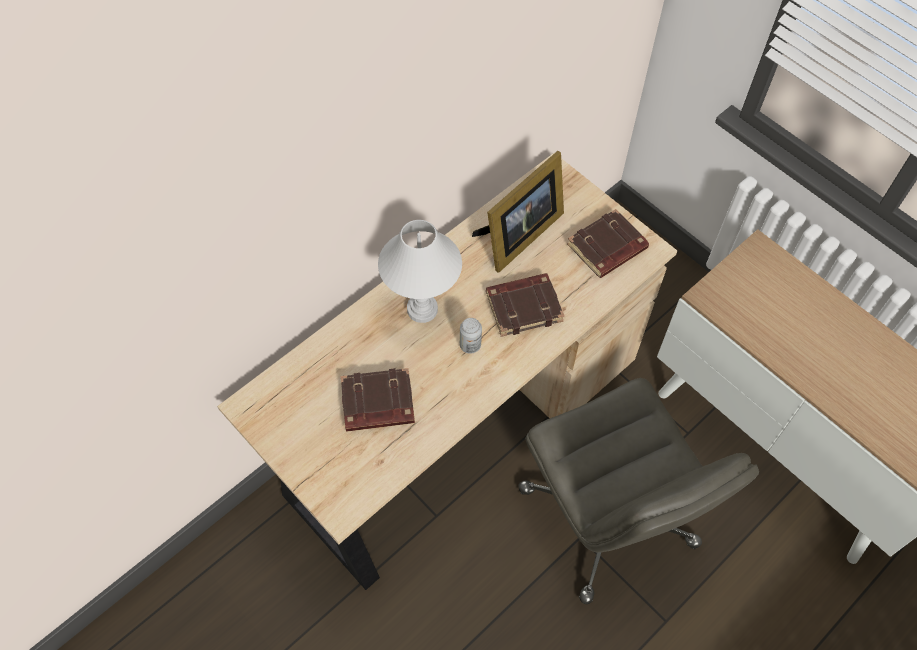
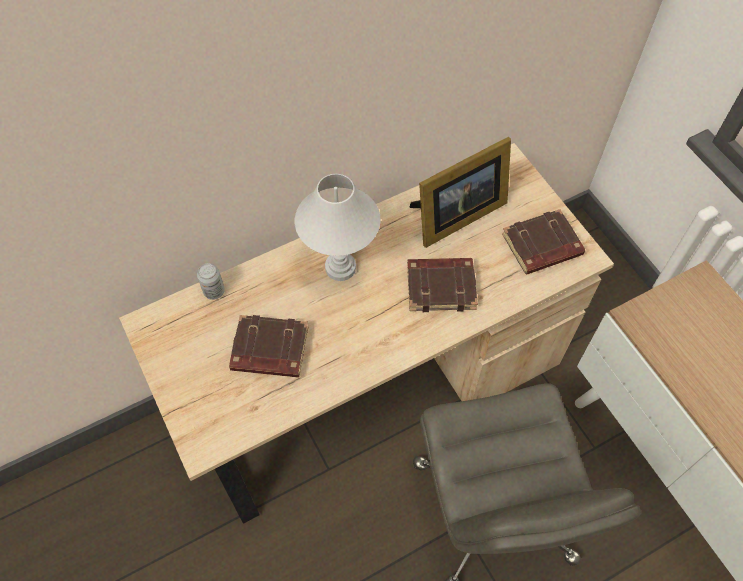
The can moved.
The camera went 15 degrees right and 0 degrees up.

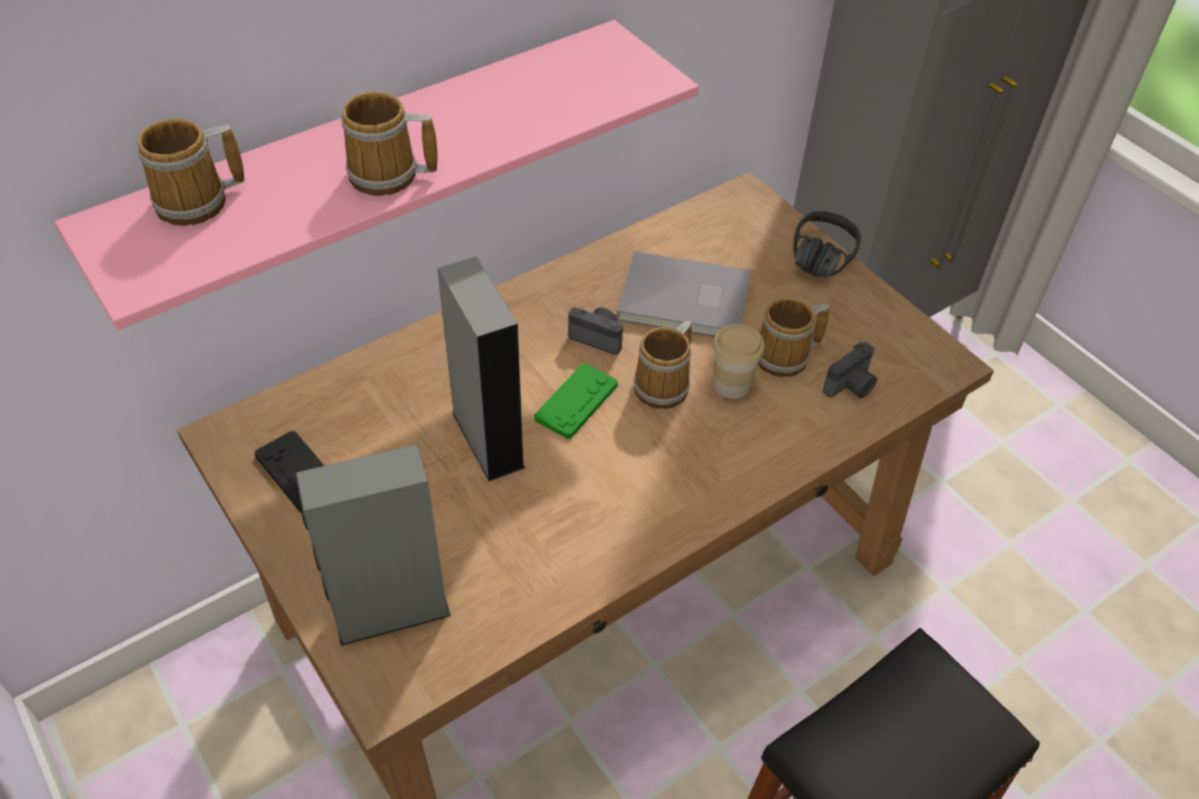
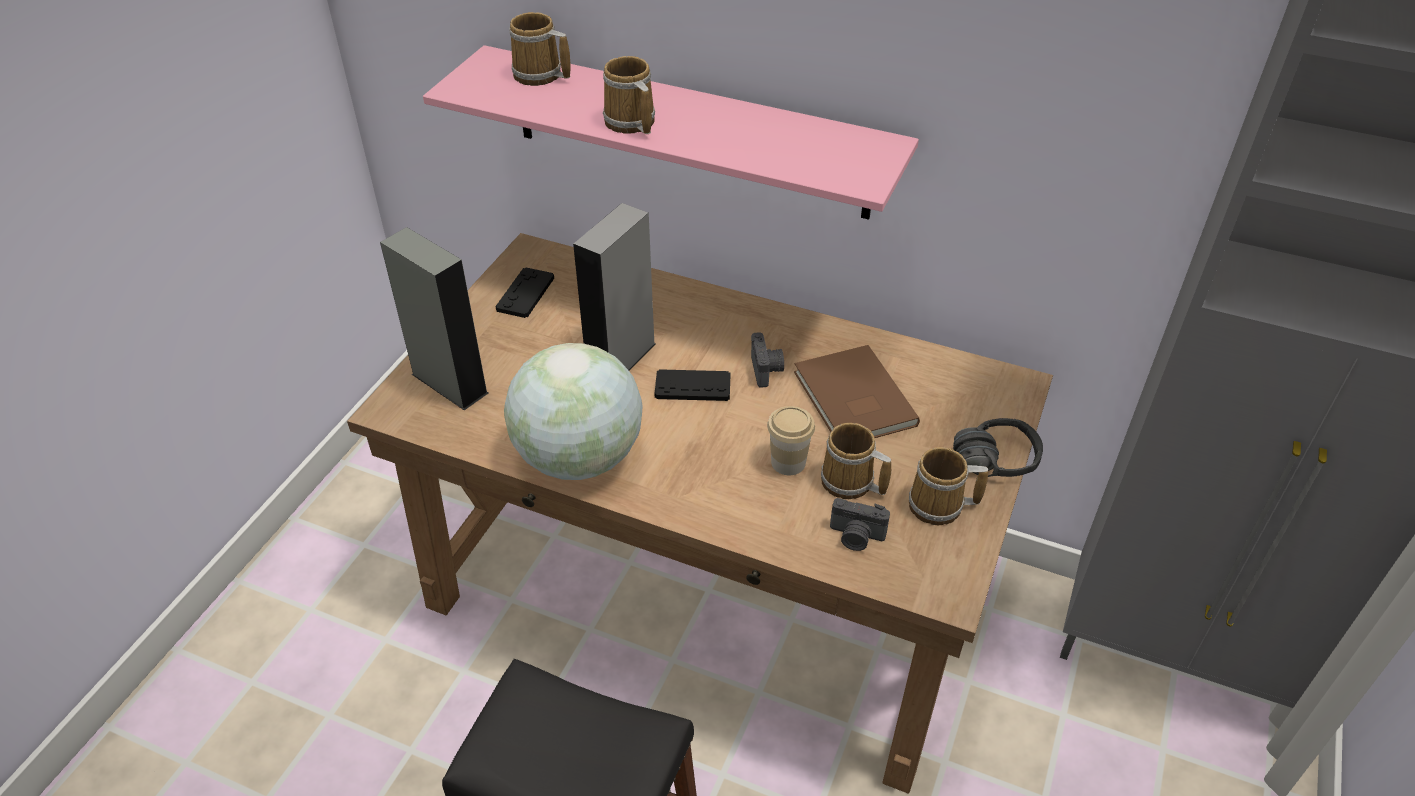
The gray bound book became the brownish bound book.
The tea mug (3rd from left in the first image) moved.
The greenish gamepad became the blackish gamepad (2nd from left).
The globe appeared.
The camera went 60 degrees right and 5 degrees down.

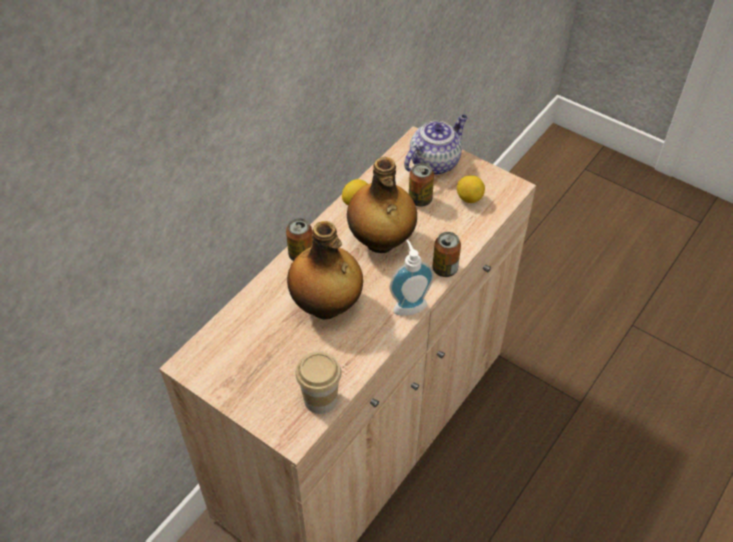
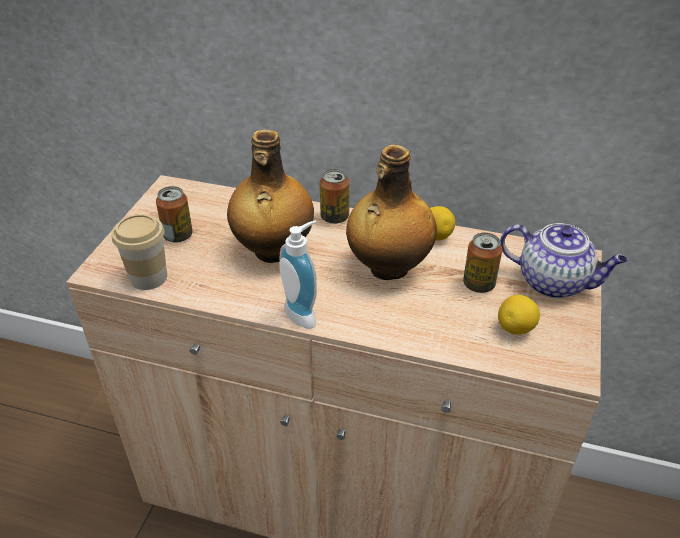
The can (3rd from left in the first image) moved.
The camera went 70 degrees right and 10 degrees down.

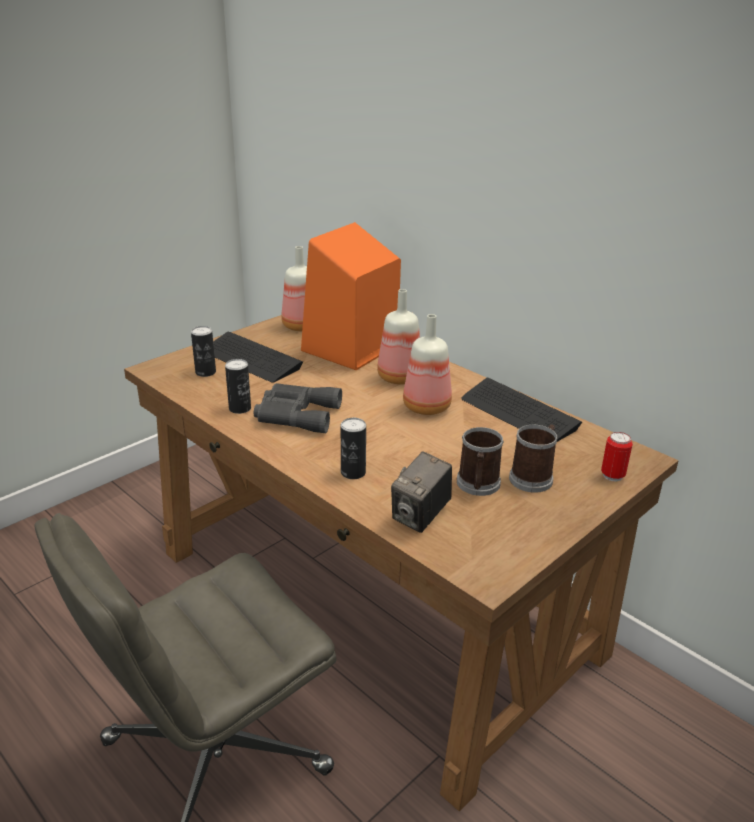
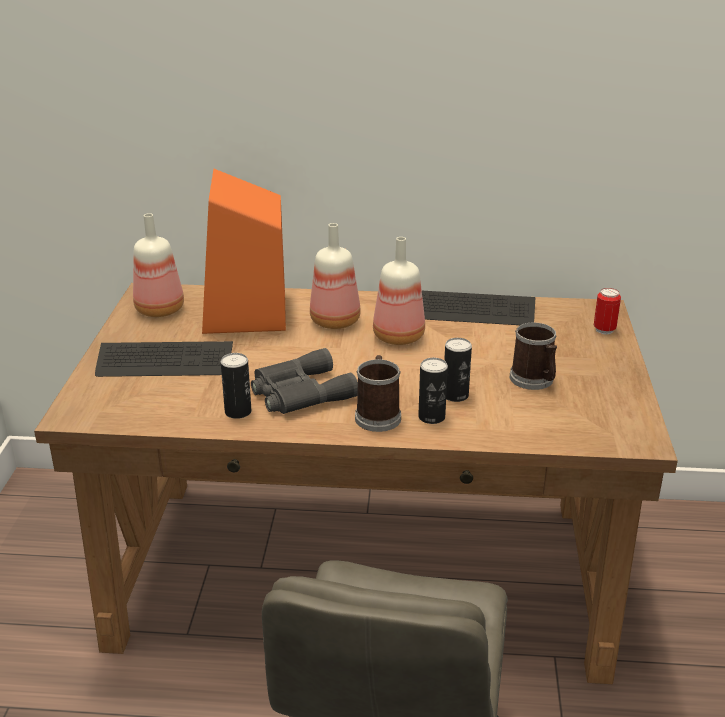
The can (1st from left in the first image) moved.
The tea mug (2nd from left in the first image) moved.
The photo camera disappeared.
The camera went 40 degrees left and 0 degrees up.

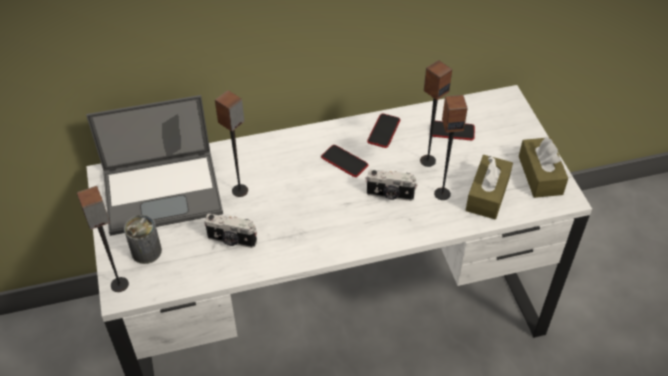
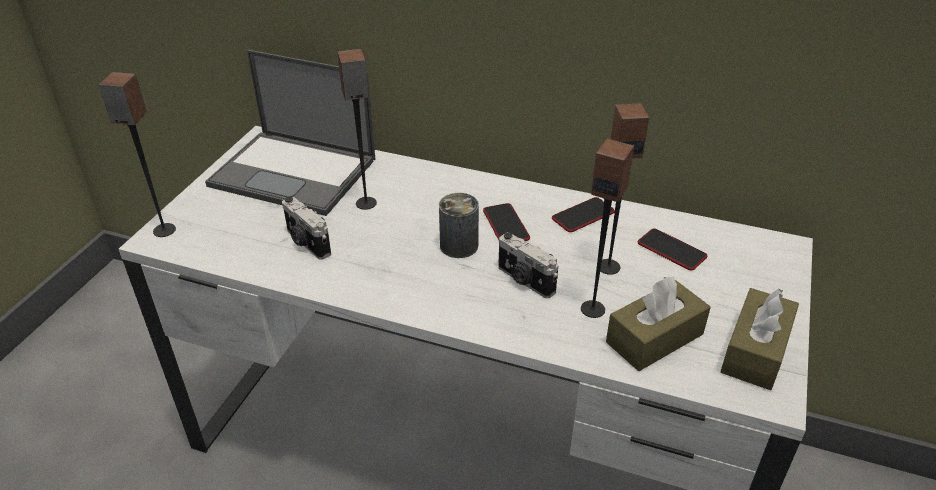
The can moved.
The camera went 35 degrees right and 10 degrees down.

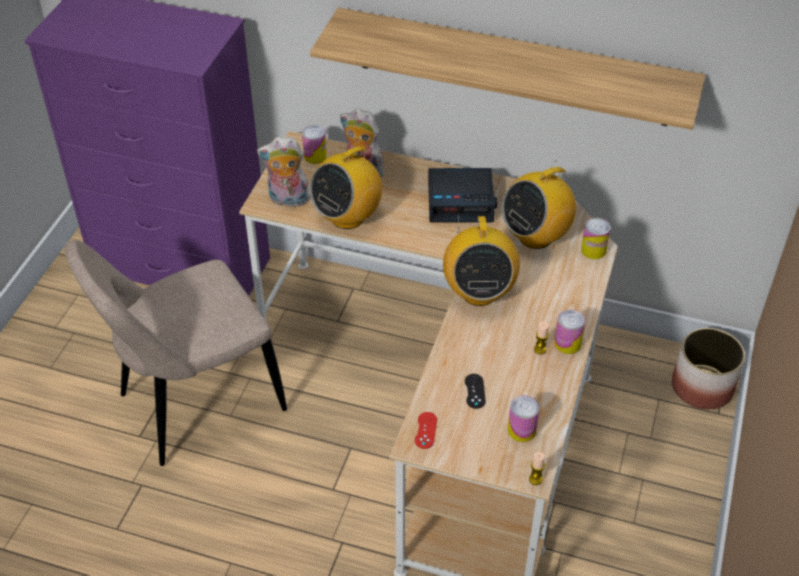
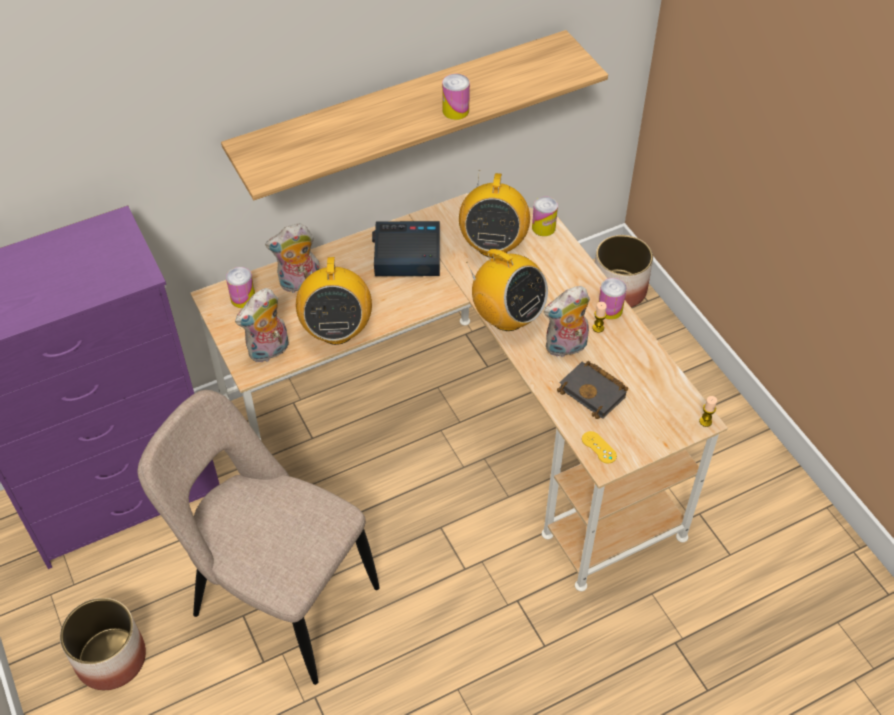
The alarm clock turned 135 degrees counterclockwise.
The beige plain chair turned 105 degrees clockwise.
The blackish gamepad was replaced by the blackish bound book.
The can (2nd from left) moved.
The red-coloured gamepad became the yellow gamepad.
The soft toy (3rd from left) appeared.
The flower pot (1st from left) appeared.
The camera went 45 degrees left and 5 degrees up.

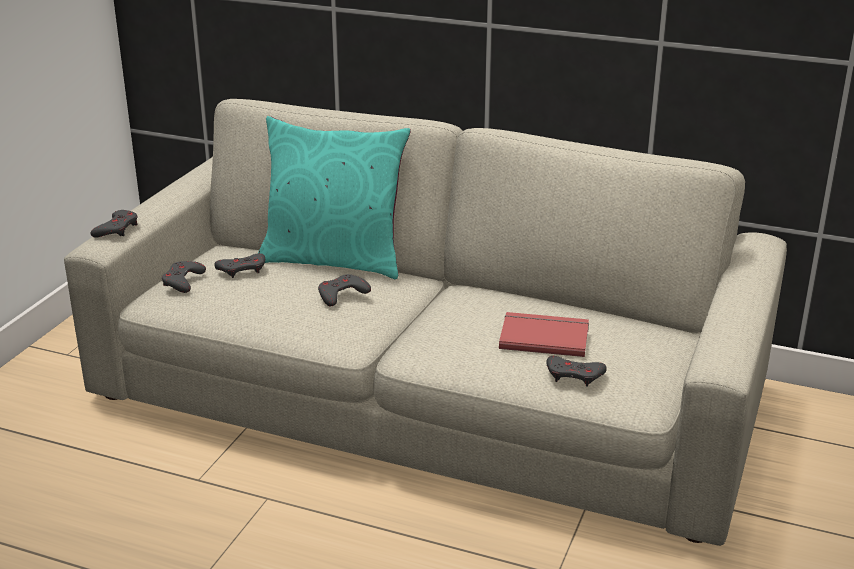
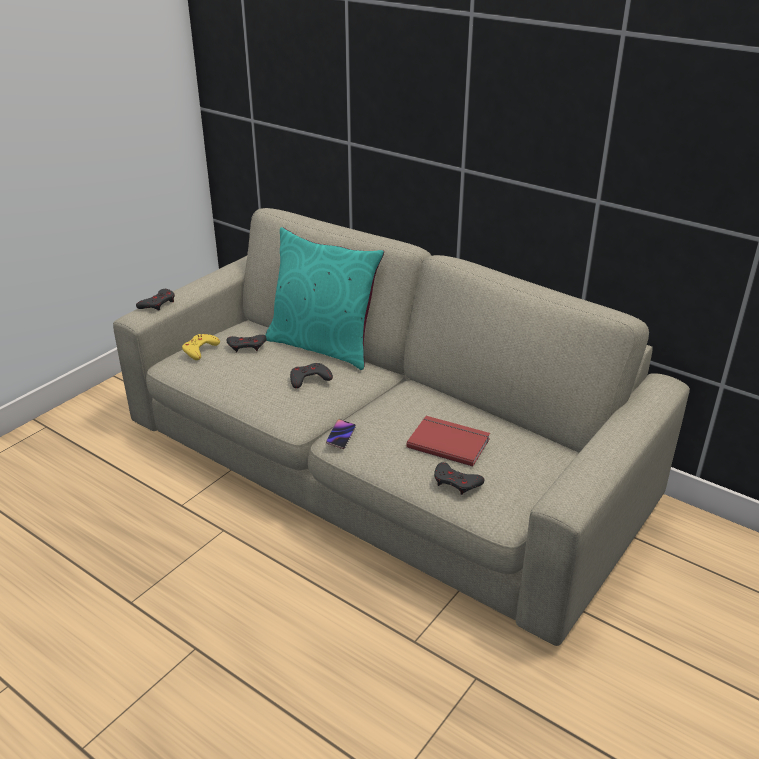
The gray gamepad (2nd from left) became the yellow gamepad.
The handset appeared.
The camera went 15 degrees right and 5 degrees up.

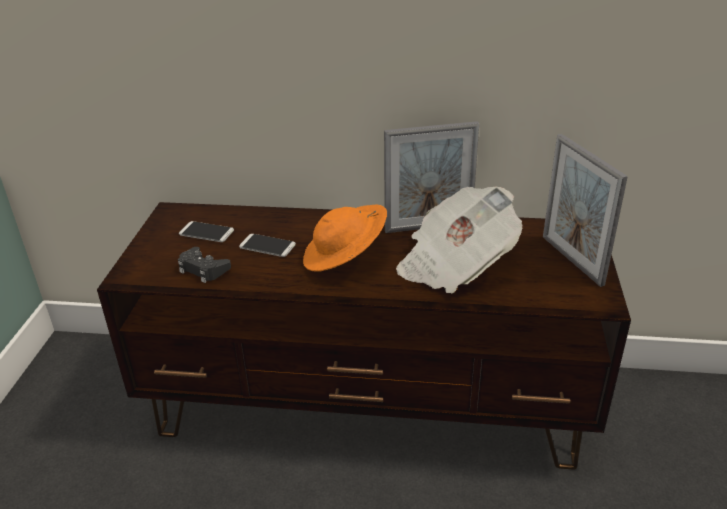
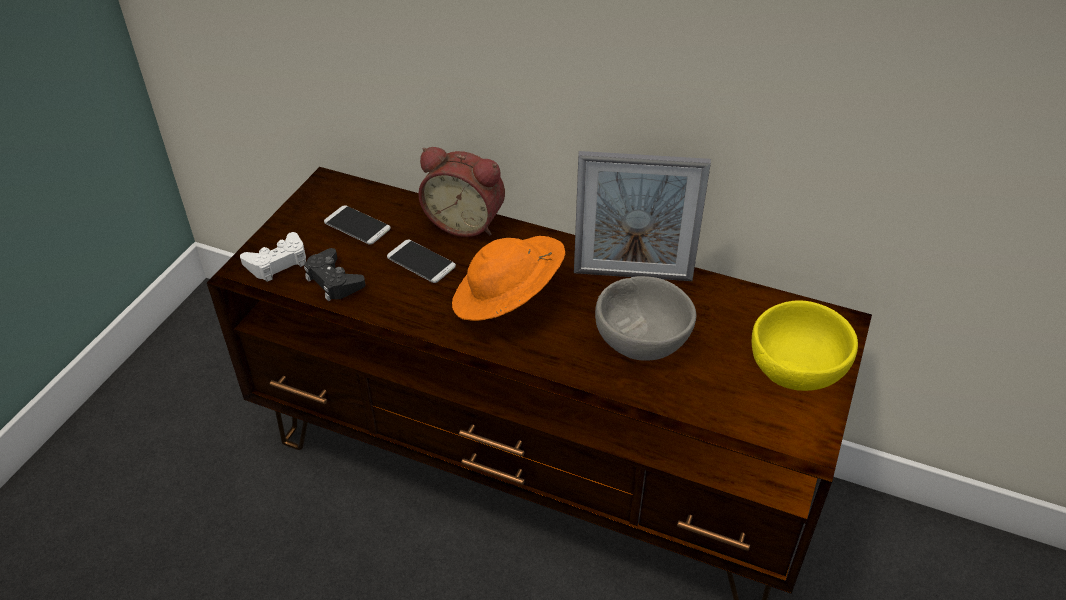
The photo frame (2nd from left) was replaced by the yellow bowl.
The newspaper was replaced by the gray bowl.
The alarm clock appeared.
The whitish gamepad appeared.
The camera went 15 degrees right and 10 degrees up.

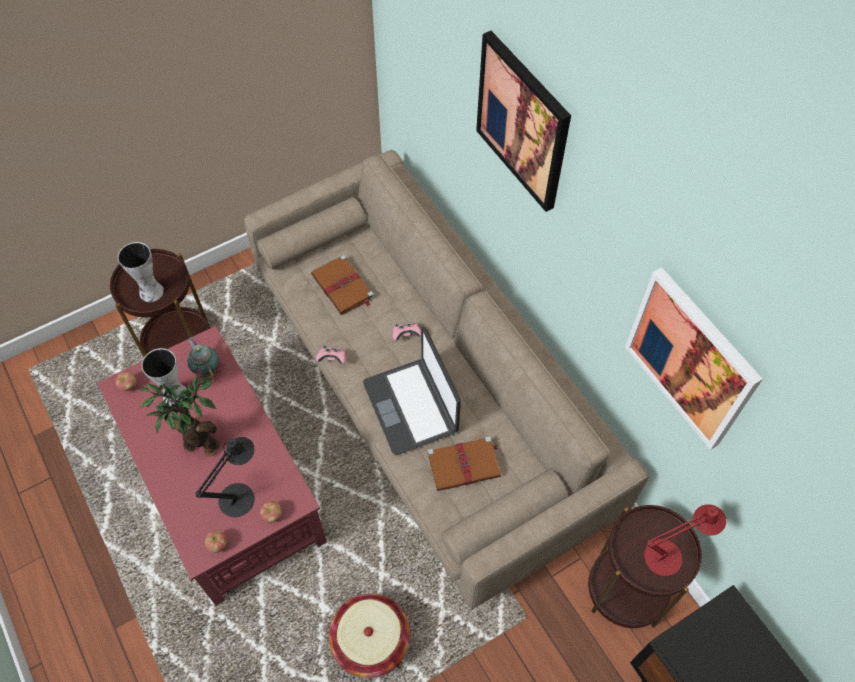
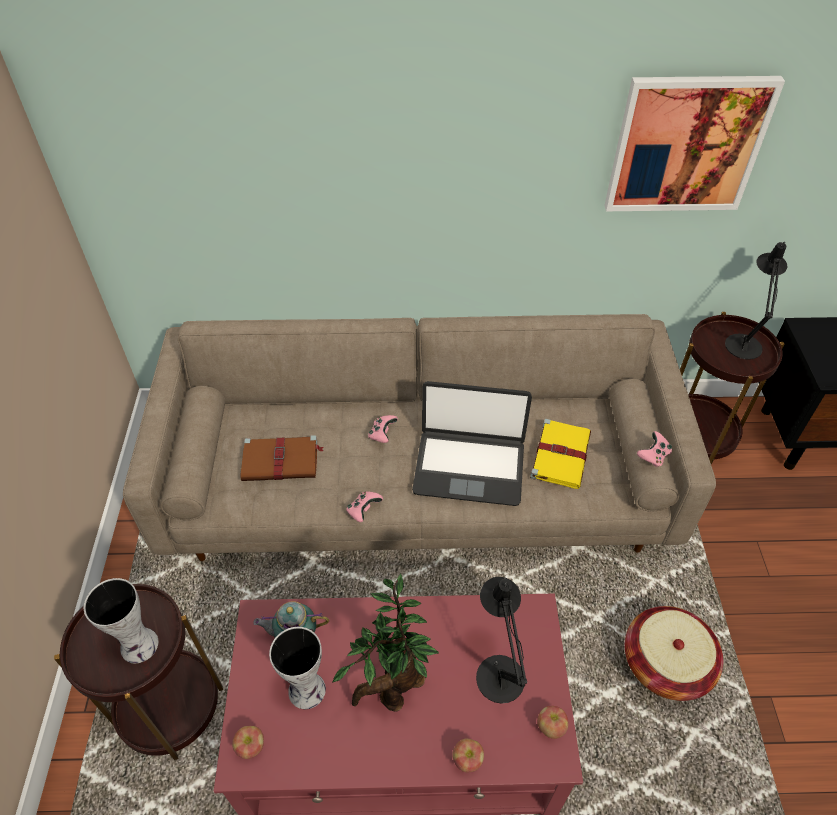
The picture (1st from left) disappeared.
The brownish bound book (2nd from left) became the yellow bound book.
The whole apple (3rd from left in the first image) moved.
The red-coloured table lamp became the blackish table lamp (2nd from left).
The pinkish gamepad (3rd from left) appeared.
The camera went 60 degrees left and 10 degrees down.

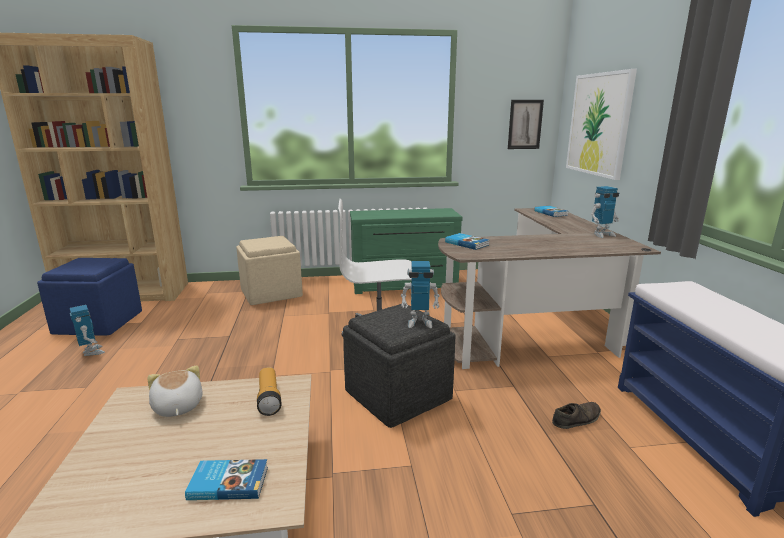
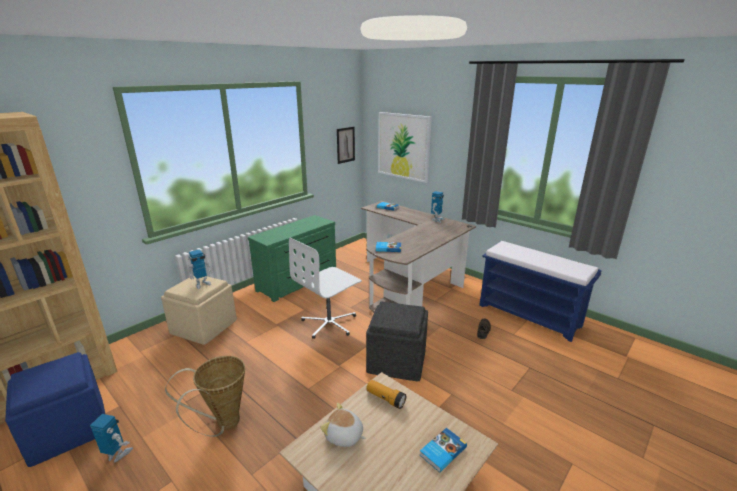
The toy robot (2nd from left) moved.
The household basket appeared.
The camera went 40 degrees left and 5 degrees up.

